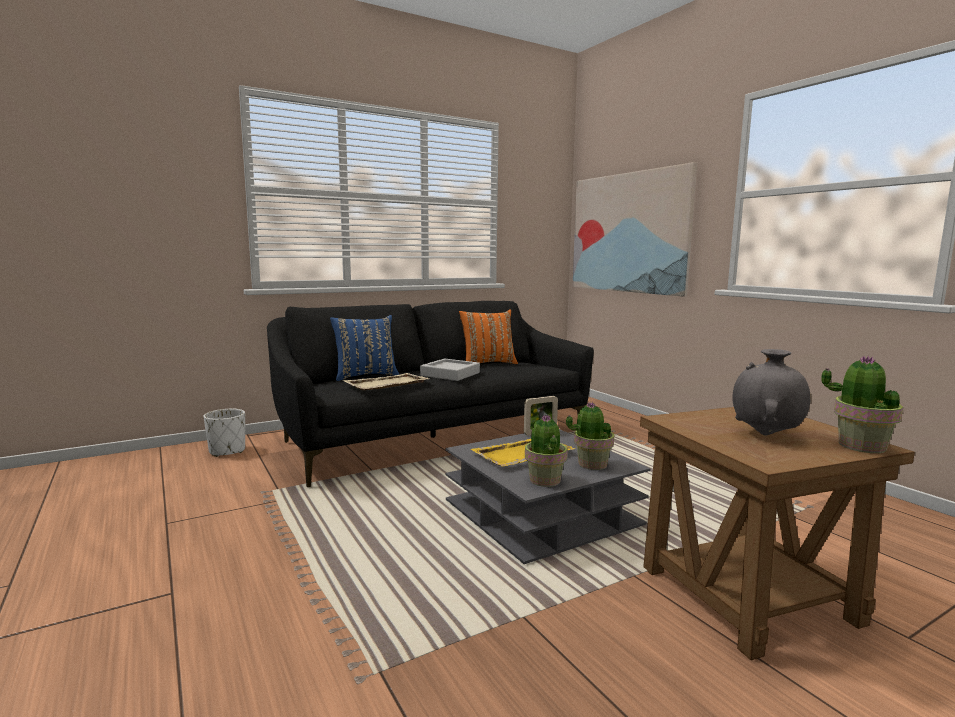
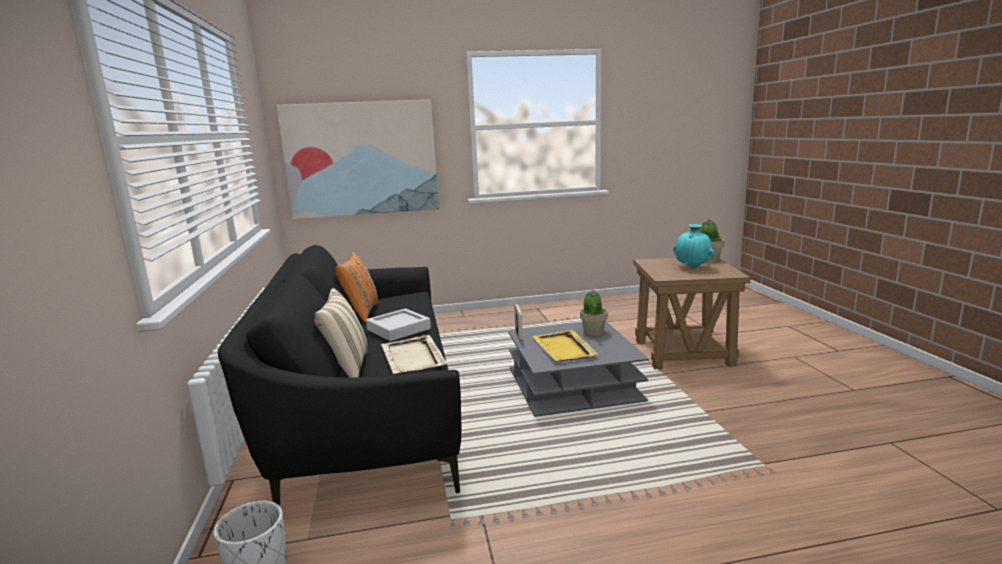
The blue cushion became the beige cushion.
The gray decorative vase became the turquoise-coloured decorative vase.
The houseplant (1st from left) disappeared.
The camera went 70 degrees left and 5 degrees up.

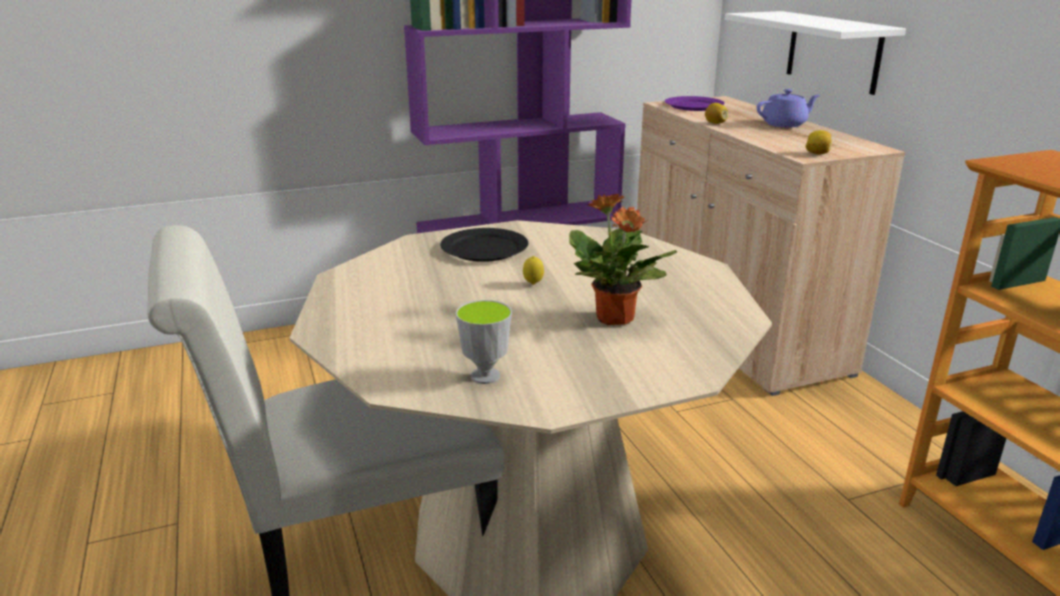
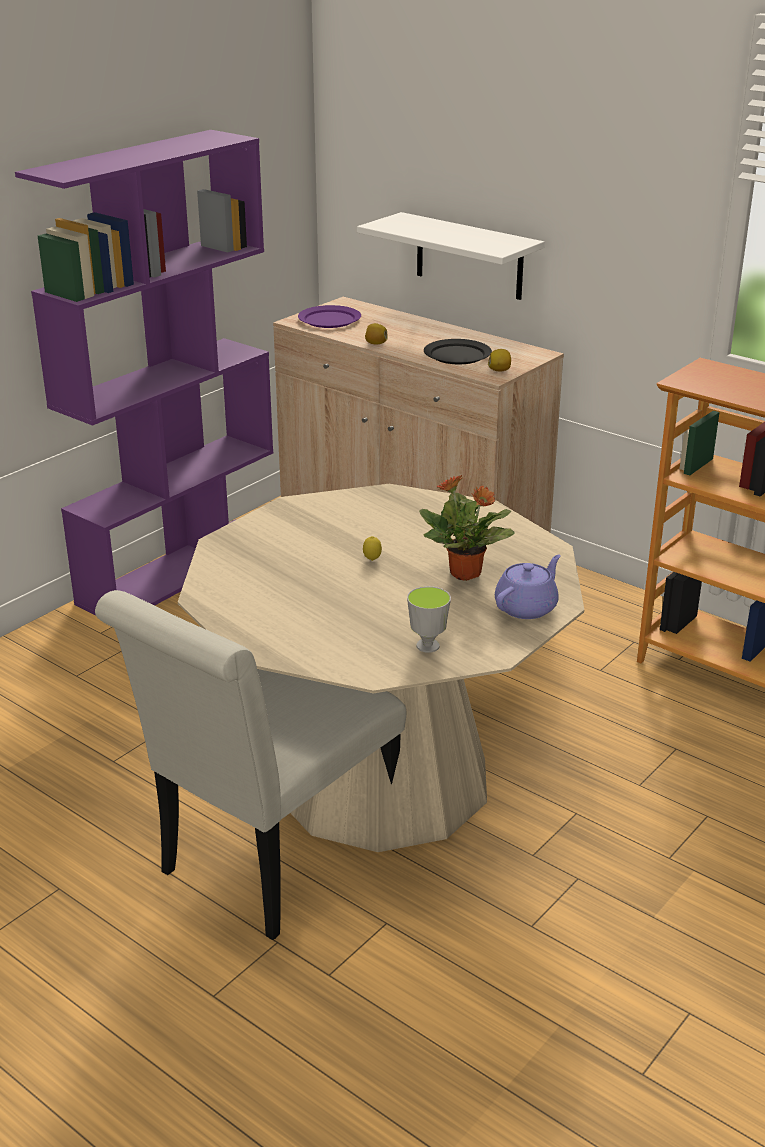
The purplish teapot moved.
The blackish plate moved.
The camera went 30 degrees left and 5 degrees up.

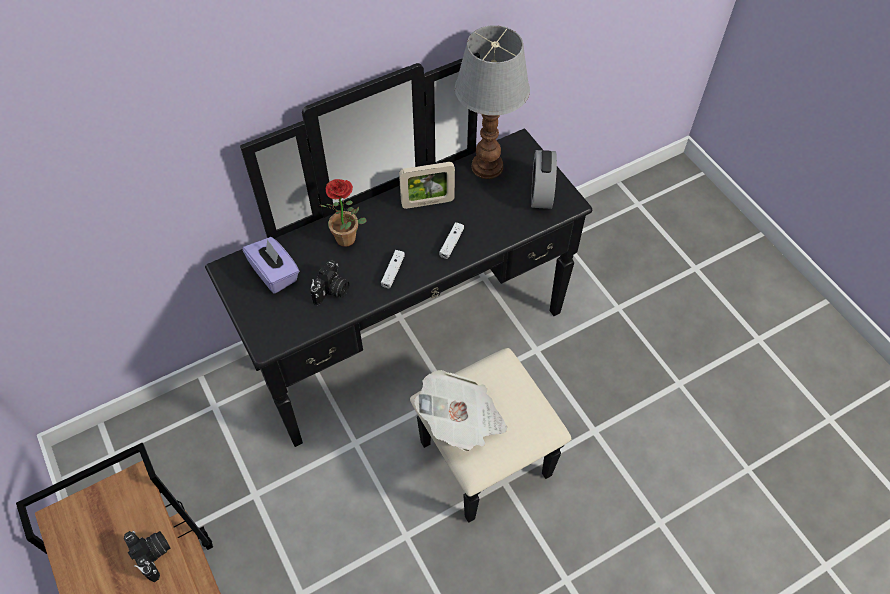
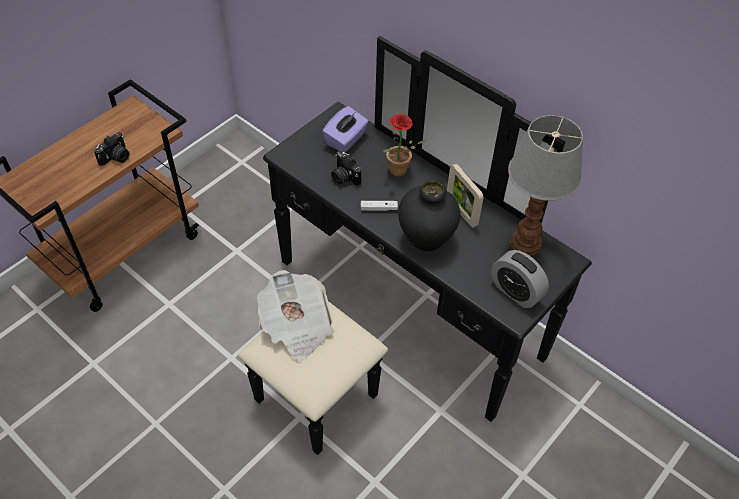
The alarm clock turned 120 degrees counterclockwise.
The whitish gamepad (2nd from left) was replaced by the blackish decorative vase.
The photo camera (2nd from left) turned 45 degrees clockwise.
The camera went 70 degrees right and 5 degrees down.

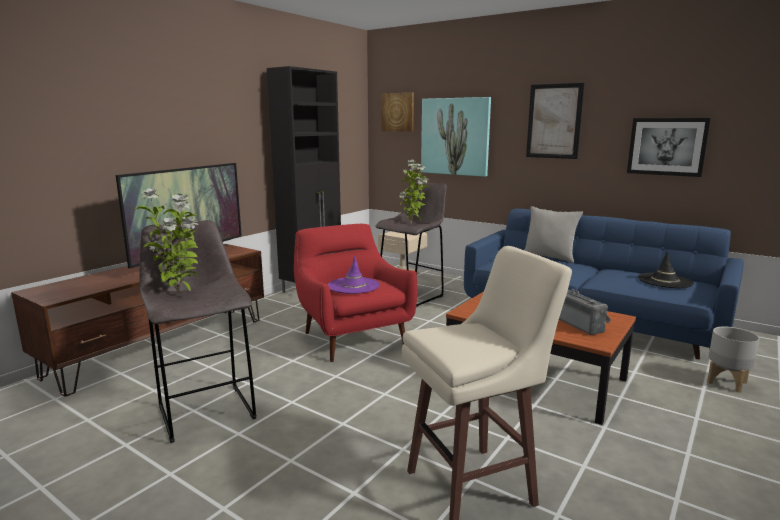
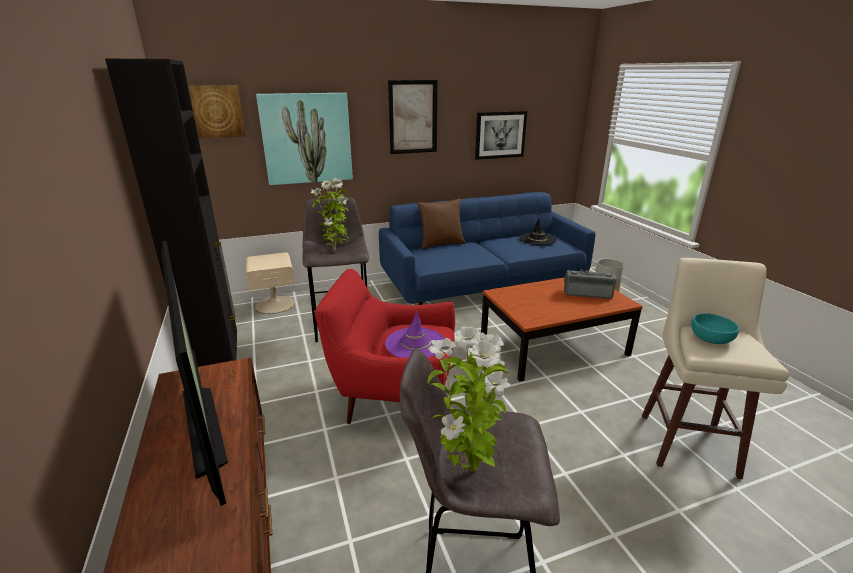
The gray cushion became the brownish cushion.
The turquoise-coloured bowl appeared.
The camera went 55 degrees left and 10 degrees up.

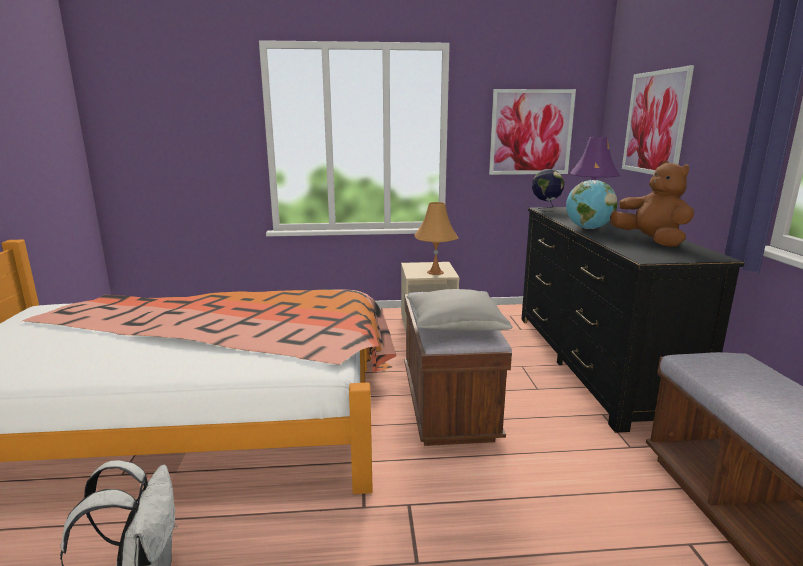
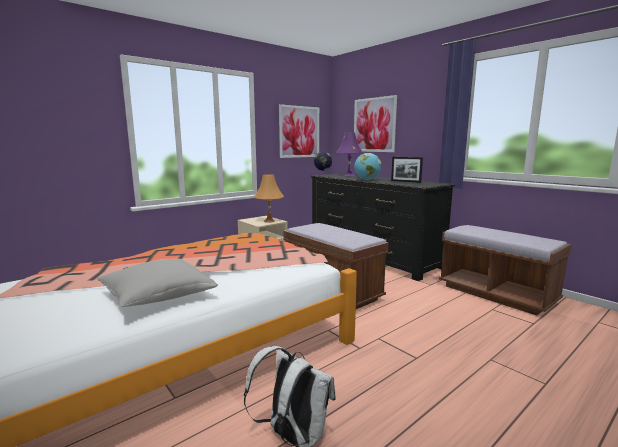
The brownish soft toy was replaced by the photo frame.
The gray cushion moved.
The camera went 35 degrees left and 5 degrees down.

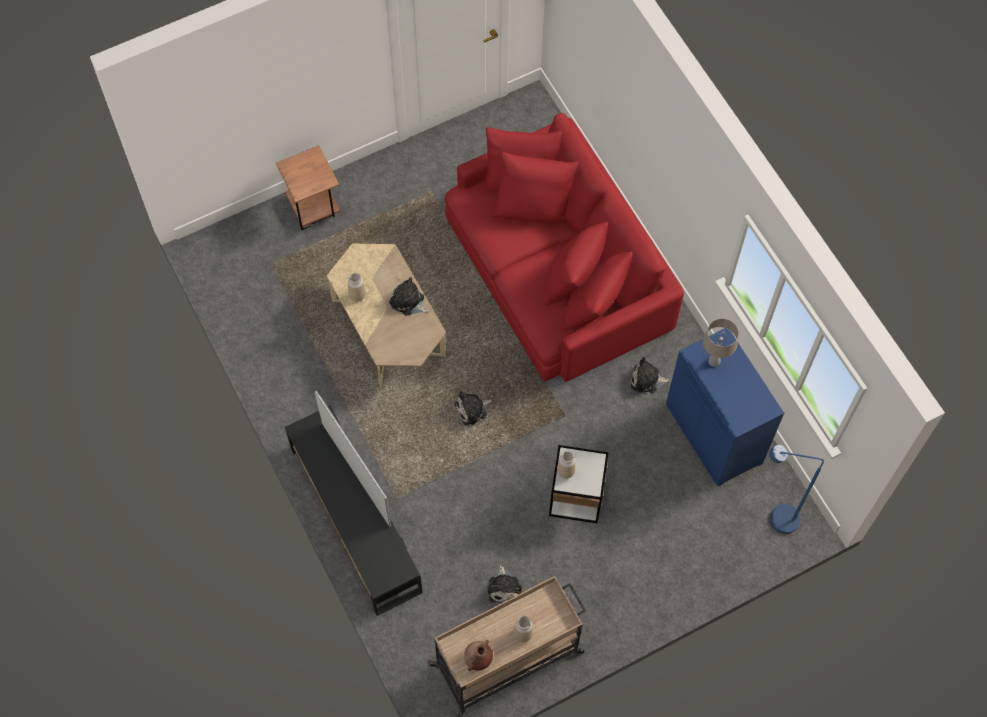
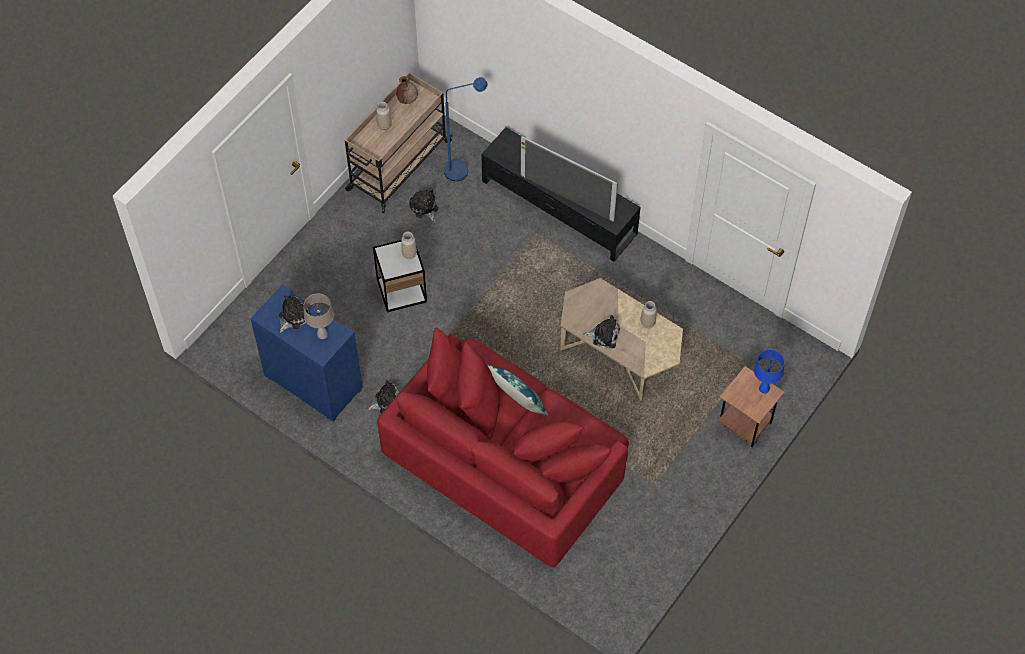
The soft toy (2nd from left in the first image) moved.
The blue standard lamp moved.
The blue table lamp appeared.
The blue cushion appeared.
The camera went 155 degrees right and 5 degrees down.

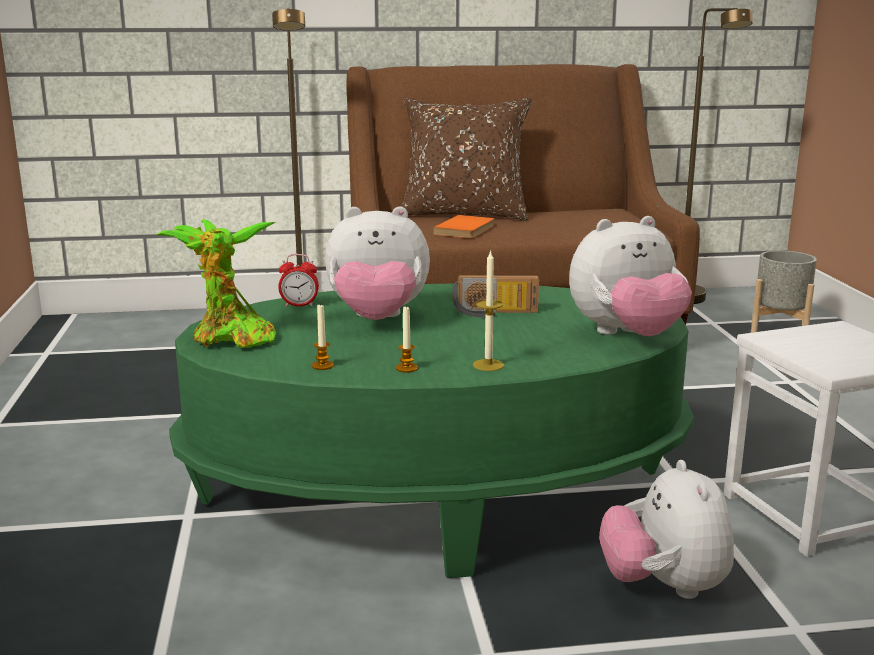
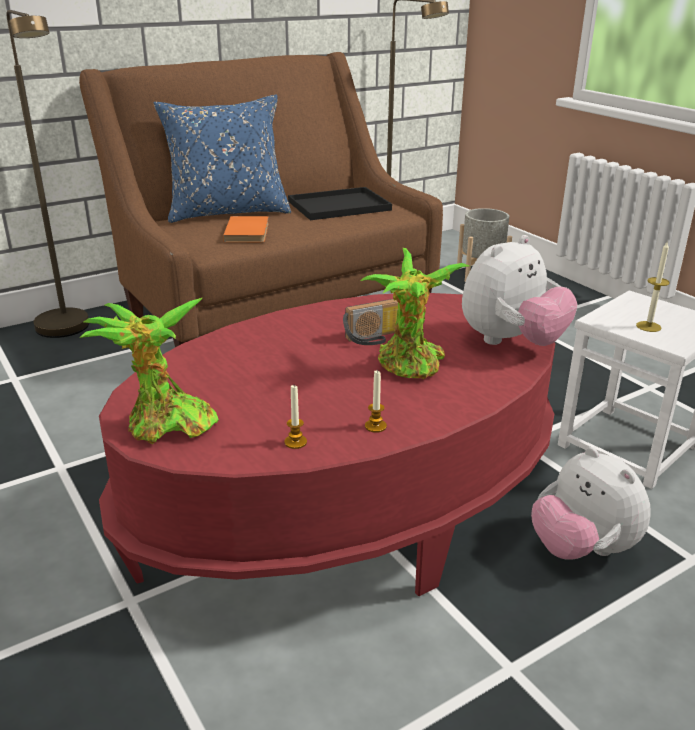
The brownish cushion became the blue cushion.
The soft toy (1st from left) disappeared.
The wax candle (3rd from left) moved.
The alarm clock disappeared.
The greenish lounge table became the red-coloured lounge table.
The blackish carrying tray appeared.
The houseplant (2nd from left) appeared.
The camera went 25 degrees left and 10 degrees up.

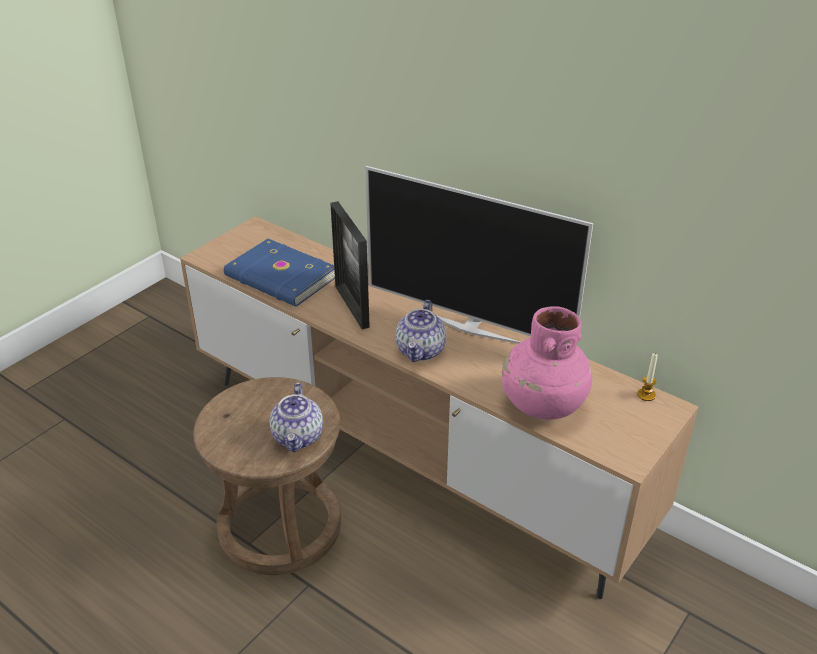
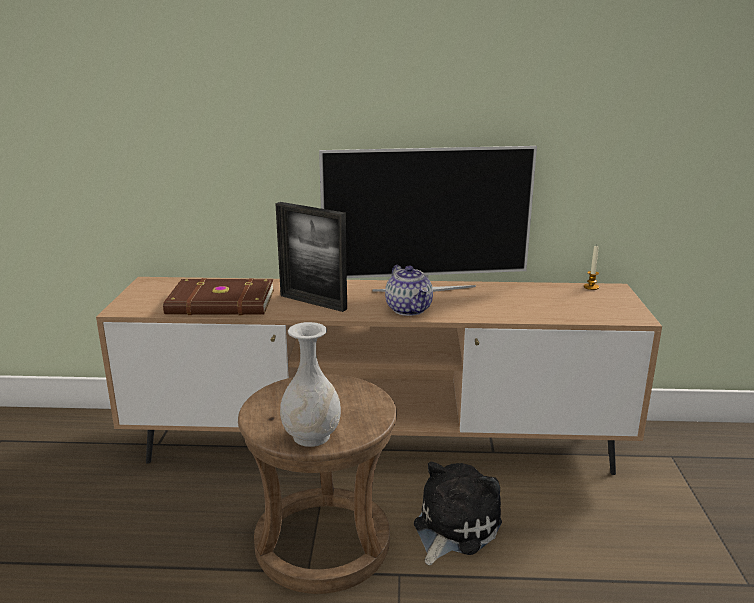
The blue bound book became the brownish bound book.
The pinkish decorative vase disappeared.
The teapot (1st from left) disappeared.
The whitish decorative vase appeared.
The soft toy appeared.
The camera went 35 degrees left and 15 degrees down.

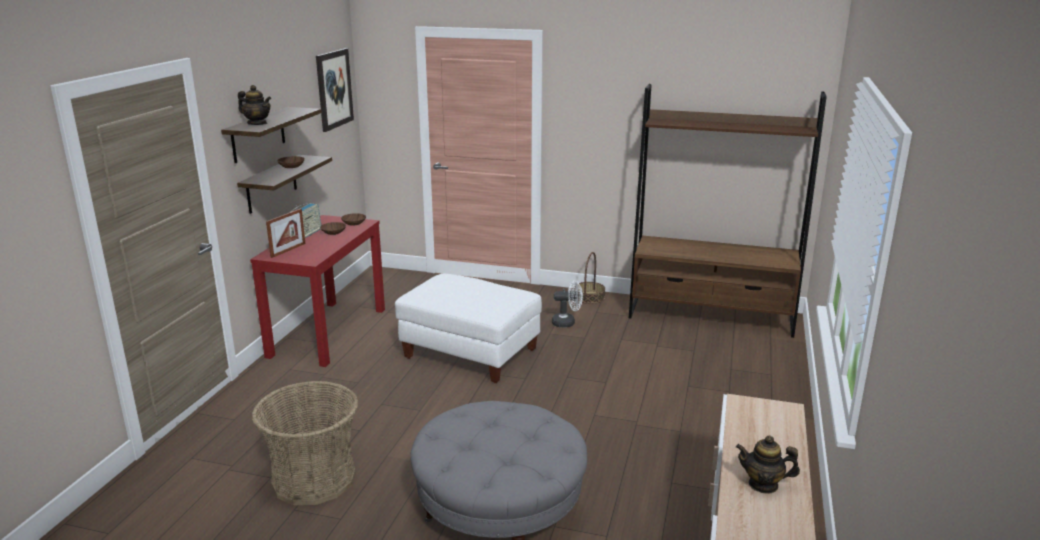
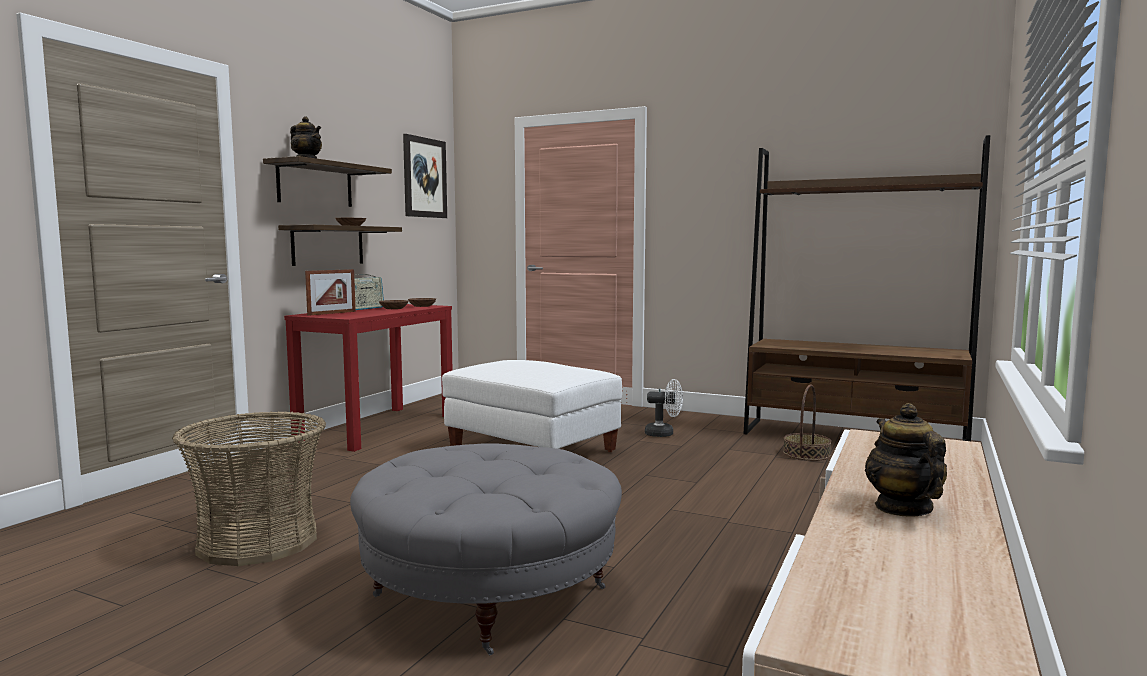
The household basket (2nd from left) moved.
The teapot (2nd from left) turned 60 degrees clockwise.
The camera went 10 degrees right and 15 degrees down.

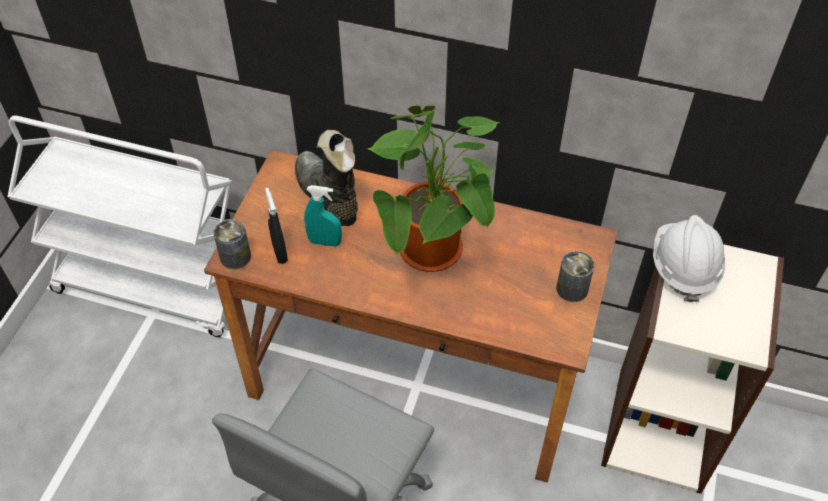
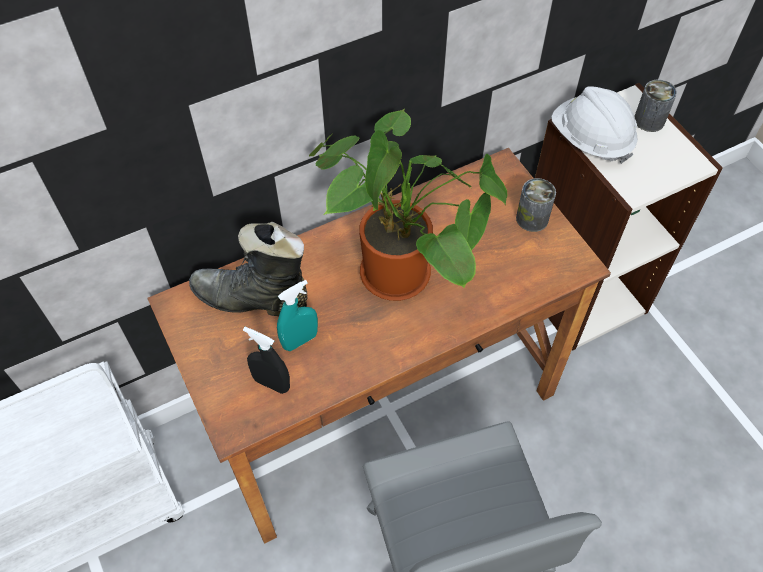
The can (1st from left in the first image) moved.
The camera went 45 degrees left and 5 degrees up.

